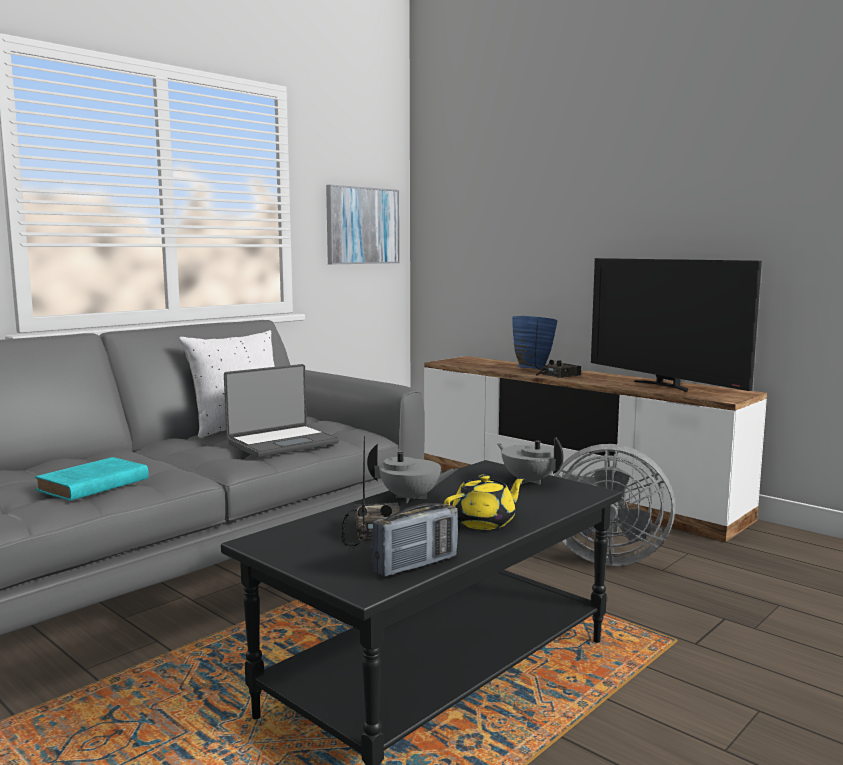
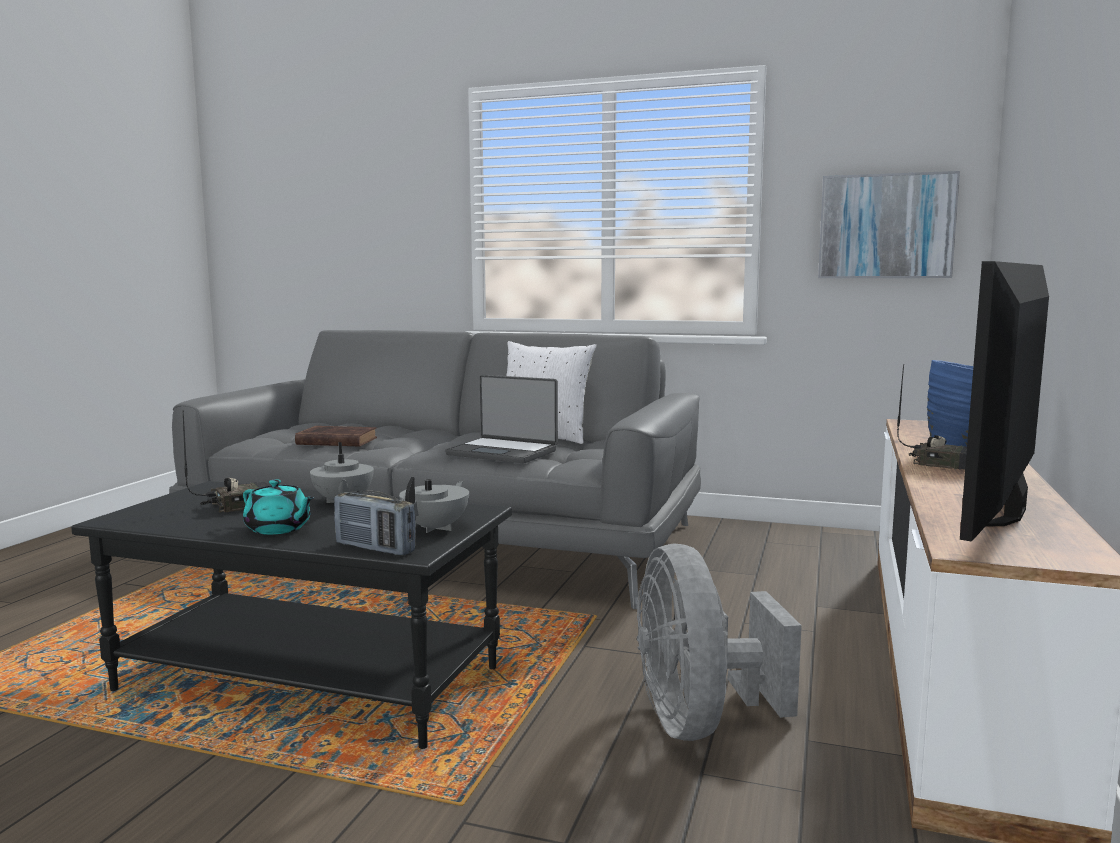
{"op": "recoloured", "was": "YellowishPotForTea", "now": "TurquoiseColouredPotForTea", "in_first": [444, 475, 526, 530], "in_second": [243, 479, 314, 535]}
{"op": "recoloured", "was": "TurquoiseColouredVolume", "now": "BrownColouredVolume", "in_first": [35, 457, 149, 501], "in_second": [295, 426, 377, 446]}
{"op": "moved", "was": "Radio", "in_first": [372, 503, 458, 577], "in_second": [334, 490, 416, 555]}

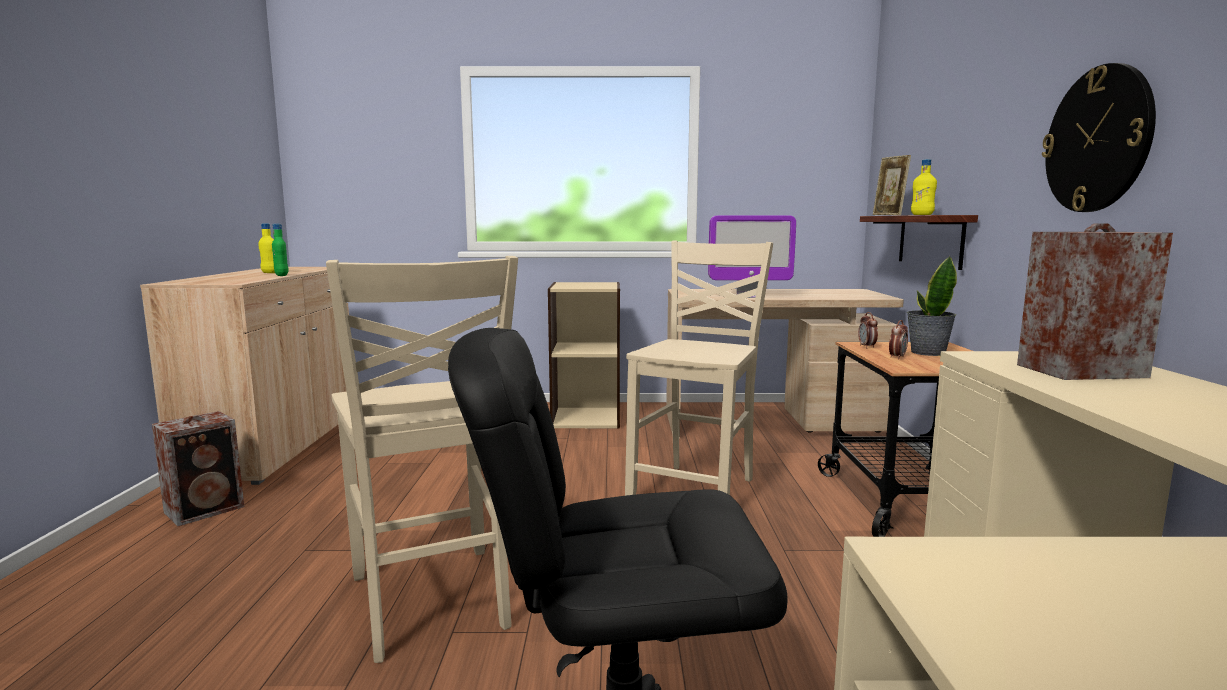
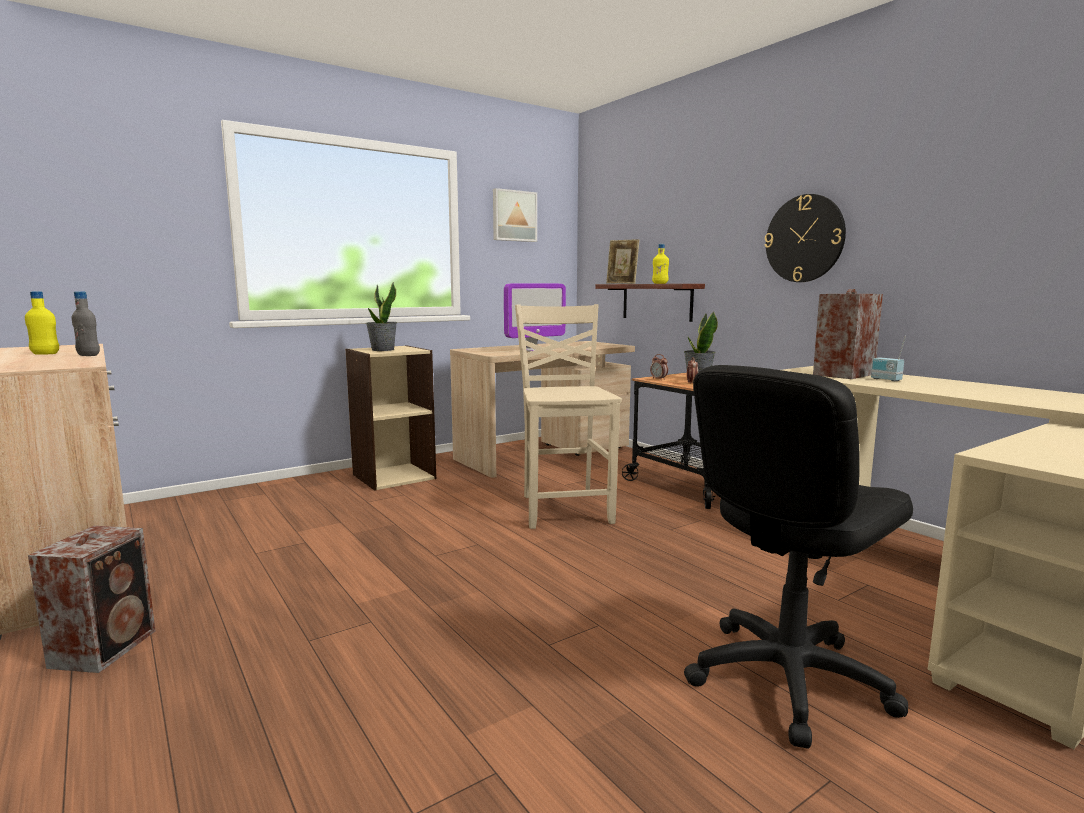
{"op": "recoloured", "was": "GreenDrinkBottle", "now": "GreyDrinkBottle", "in_first": [272, 224, 289, 276], "in_second": [72, 292, 100, 356]}
{"op": "added", "now": "PottedPlant", "in_second": [366, 282, 397, 351]}
{"op": "added", "now": "WallPicture", "in_second": [493, 188, 537, 242]}
{"op": "added", "now": "Radio", "in_second": [871, 336, 906, 381]}
{"op": "removed", "was": "BeigeUprightChair", "in_first": [326, 256, 518, 663]}

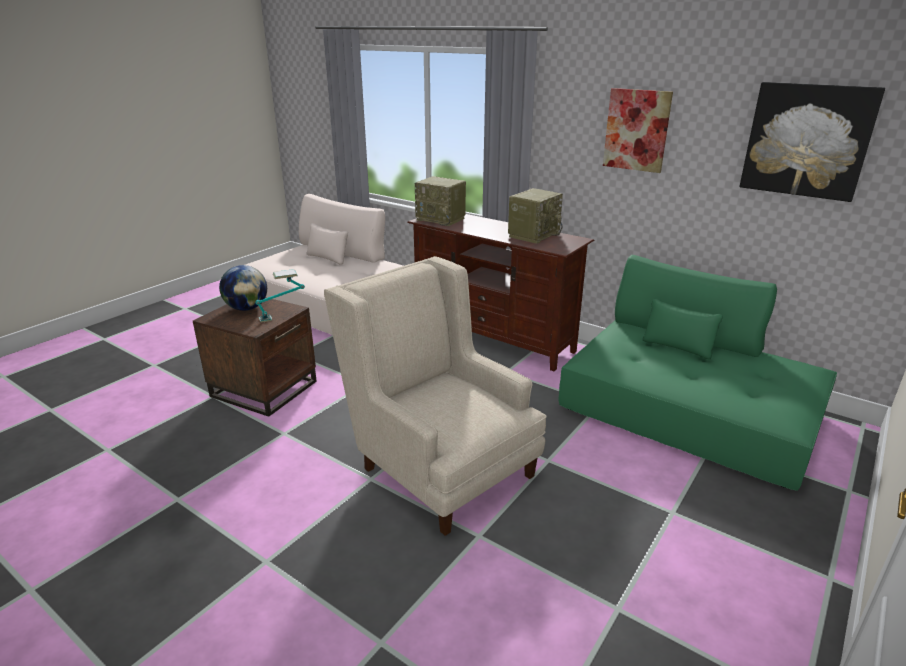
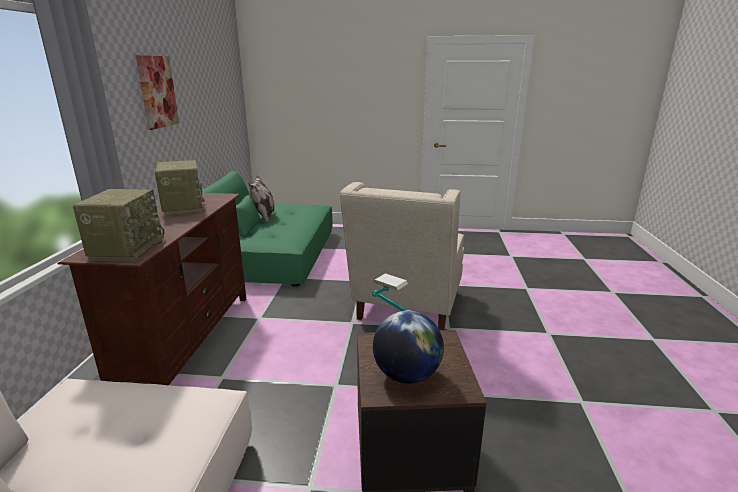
{"op": "turned", "was": "Radio", "in_first": [508, 188, 563, 244], "in_second": [155, 160, 205, 215], "clockwise": 60}
{"op": "added", "now": "Cushion", "in_second": [248, 175, 275, 223]}
{"op": "removed", "was": "WallPicture", "in_first": [740, 82, 885, 202]}

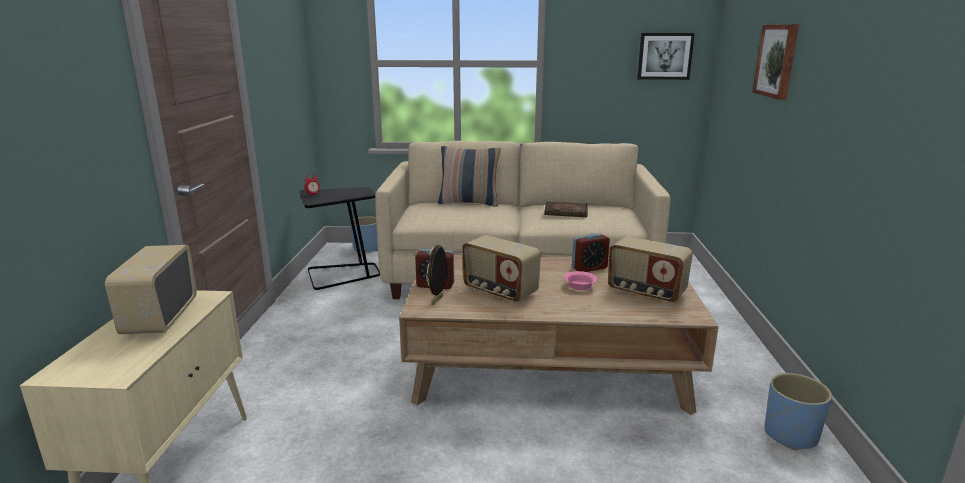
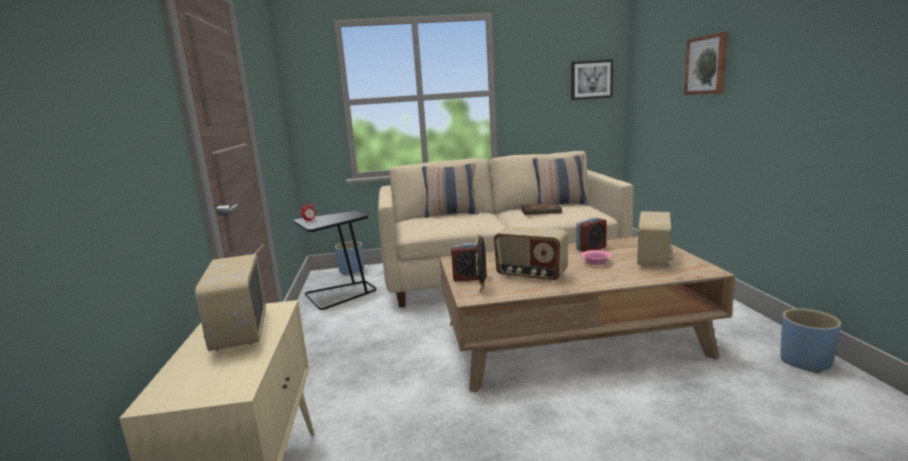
{"op": "added", "now": "Cushion", "in_second": [533, 154, 589, 204]}
{"op": "turned", "was": "Radio", "in_first": [608, 236, 693, 303], "in_second": [637, 211, 673, 268], "clockwise": -90}

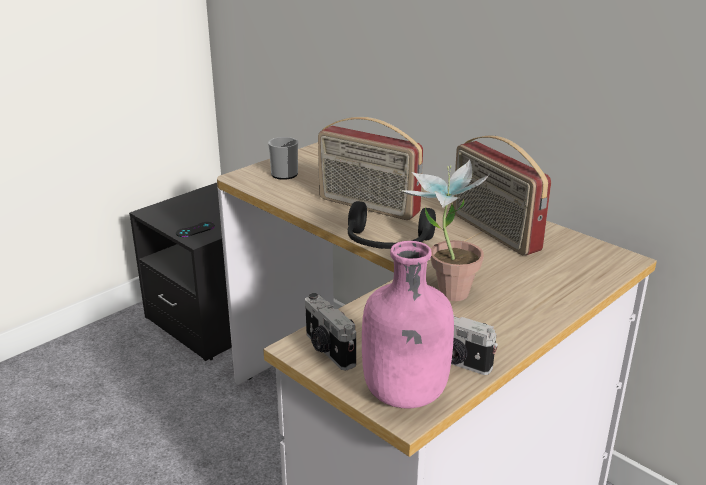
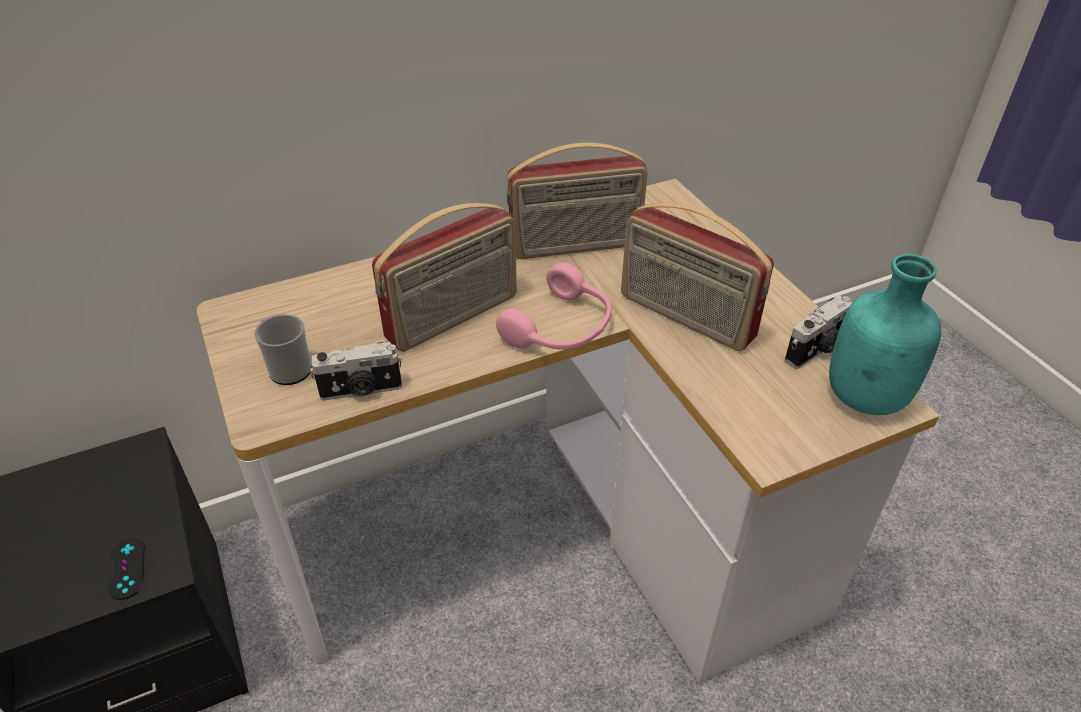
{"op": "moved", "was": "StillCamera", "in_first": [305, 293, 356, 370], "in_second": [310, 342, 402, 401]}
{"op": "recoloured", "was": "BlackColouredHeadphones", "now": "PinkColouredHeadphones", "in_first": [348, 201, 436, 249], "in_second": [496, 262, 612, 349]}
{"op": "replaced", "was": "PottedPlant", "now": "Radio", "in_first": [400, 160, 489, 301], "in_second": [621, 203, 774, 351]}
{"op": "recoloured", "was": "PinkColouredDrinkBottle", "now": "TurquoiseColouredDrinkBottle", "in_first": [362, 241, 454, 409], "in_second": [829, 254, 941, 415]}

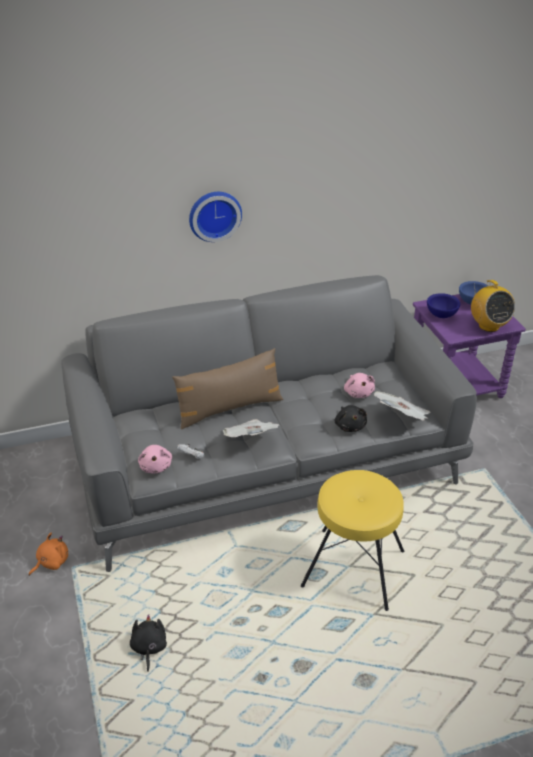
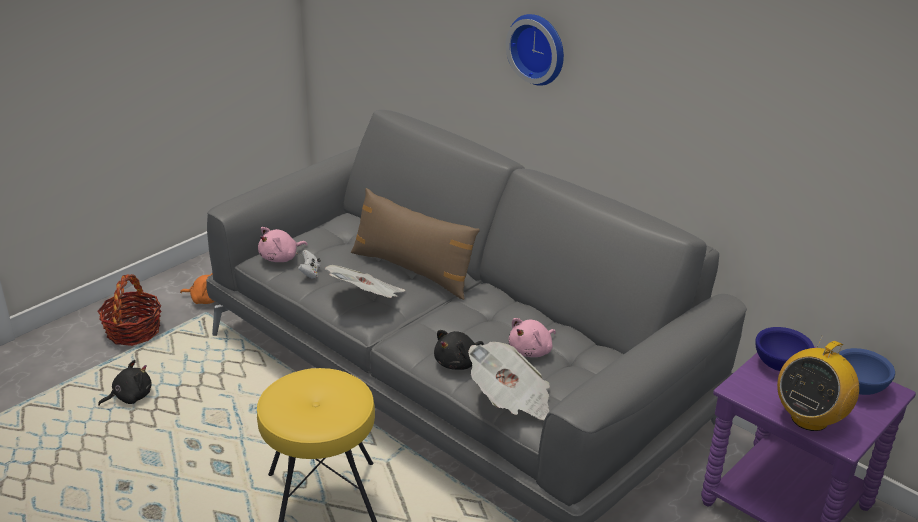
{"op": "added", "now": "HouseholdBasket", "in_second": [98, 274, 162, 346]}

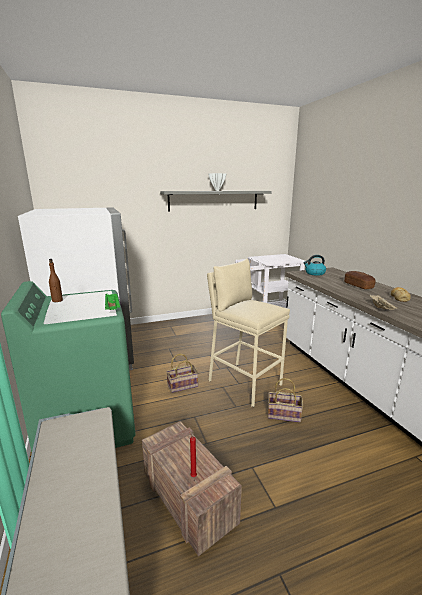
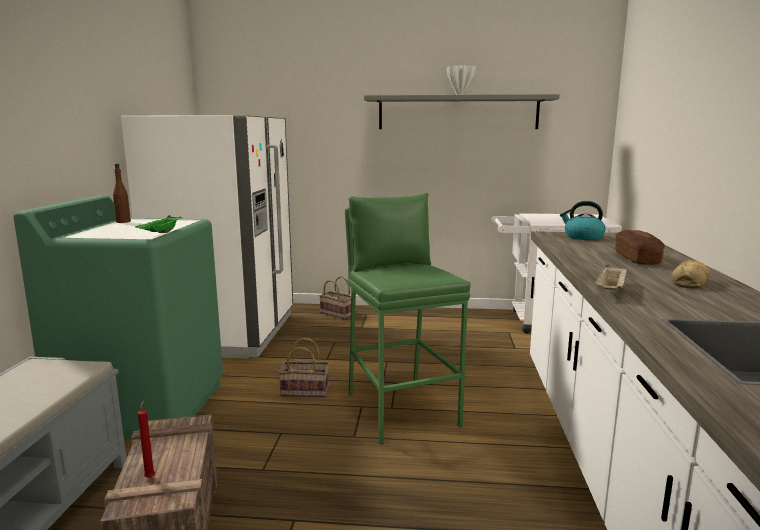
{"op": "moved", "was": "HouseholdBasket", "in_first": [268, 378, 303, 422], "in_second": [319, 276, 351, 319]}
{"op": "recoloured", "was": "BeigeStoolSeat", "now": "GreenStoolSeat", "in_first": [207, 259, 290, 407], "in_second": [345, 193, 471, 444]}

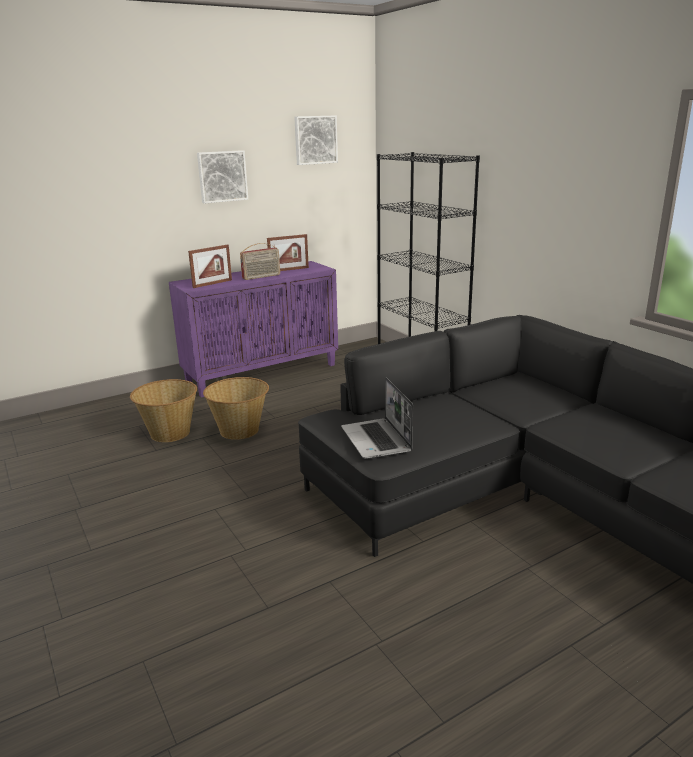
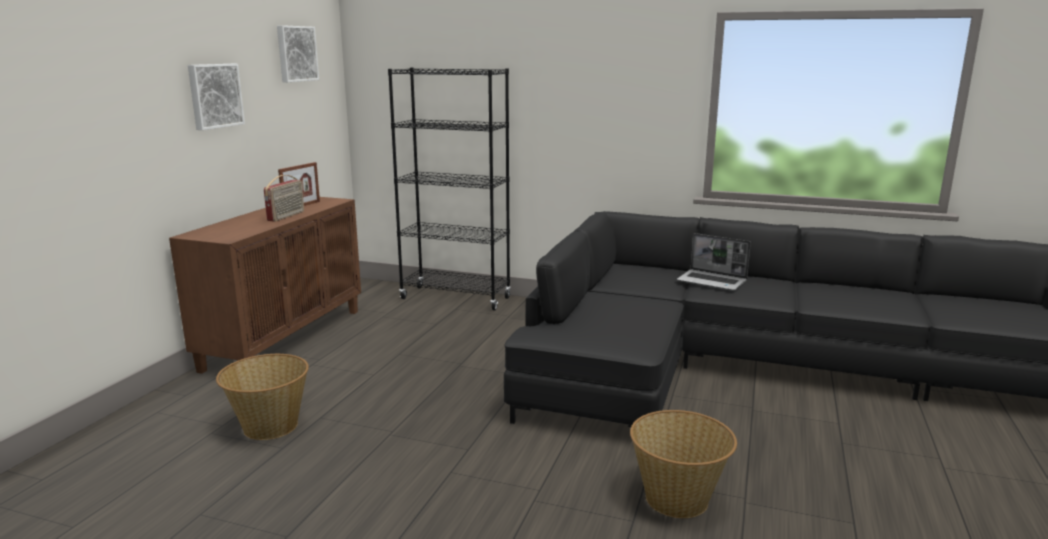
{"op": "recoloured", "was": "PurpleColouredCabinet", "now": "BrownColouredCabinet", "in_first": [169, 261, 338, 397], "in_second": [169, 197, 361, 374]}
{"op": "moved", "was": "HouseholdBasket", "in_first": [203, 377, 269, 440], "in_second": [630, 410, 737, 518]}
{"op": "moved", "was": "Laptop", "in_first": [341, 377, 413, 459], "in_second": [677, 233, 751, 291]}
{"op": "removed", "was": "StandingFrame", "in_first": [188, 244, 232, 288]}

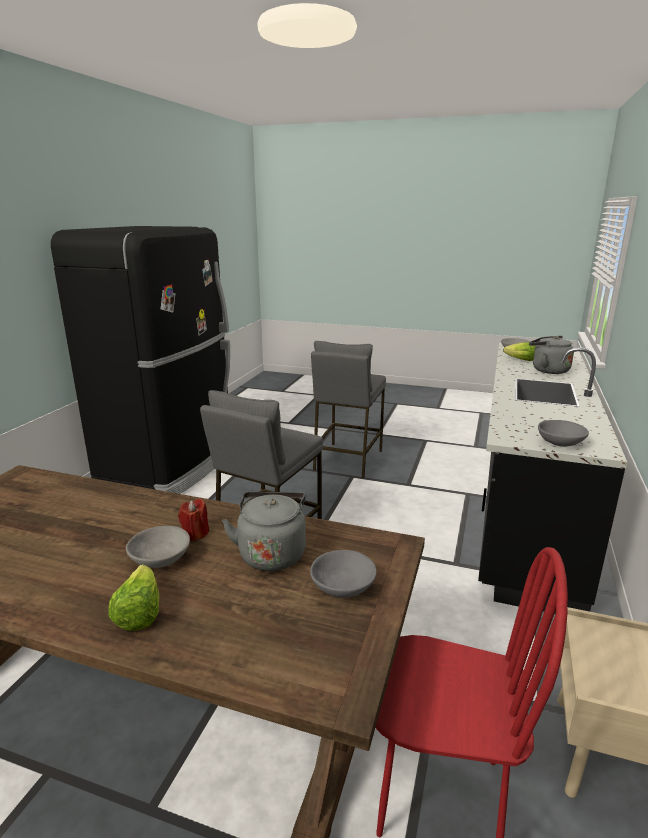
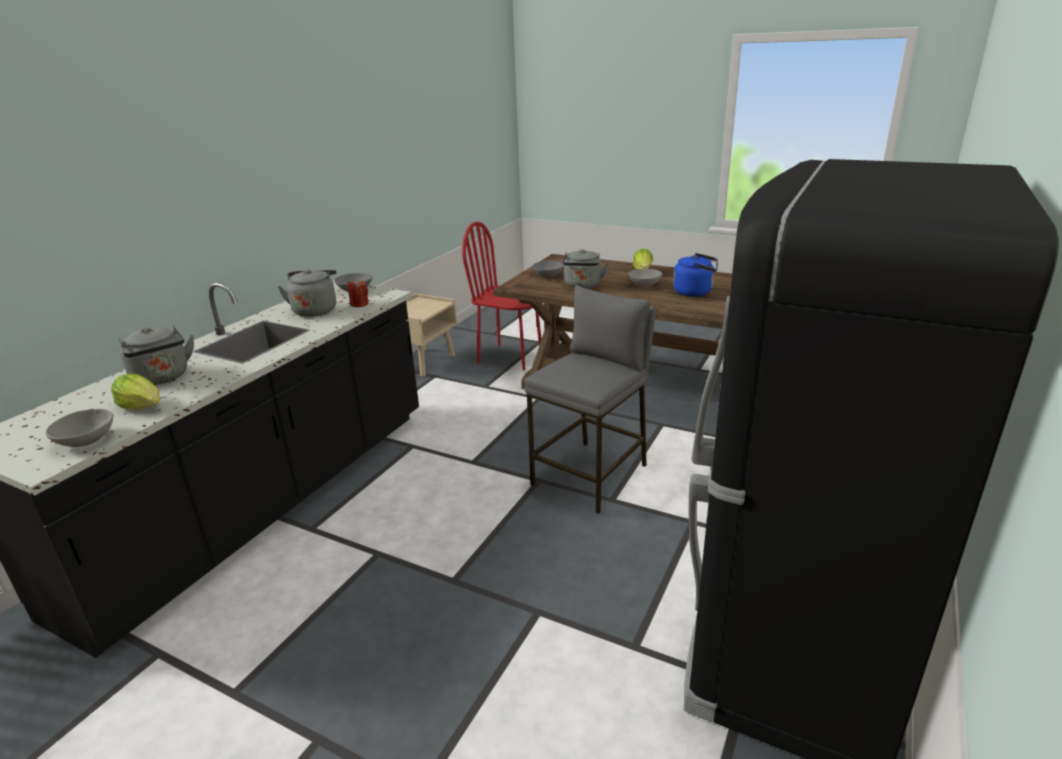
{"op": "added", "now": "GreyWaterKettle", "in_second": [277, 269, 336, 317]}
{"op": "moved", "was": "RedColouredWaxCandle", "in_first": [178, 498, 209, 541], "in_second": [347, 279, 369, 307]}
{"op": "added", "now": "BlueWaterKettle", "in_second": [673, 253, 718, 296]}
{"op": "removed", "was": "GreyStoolSeat", "in_first": [311, 341, 386, 479]}

